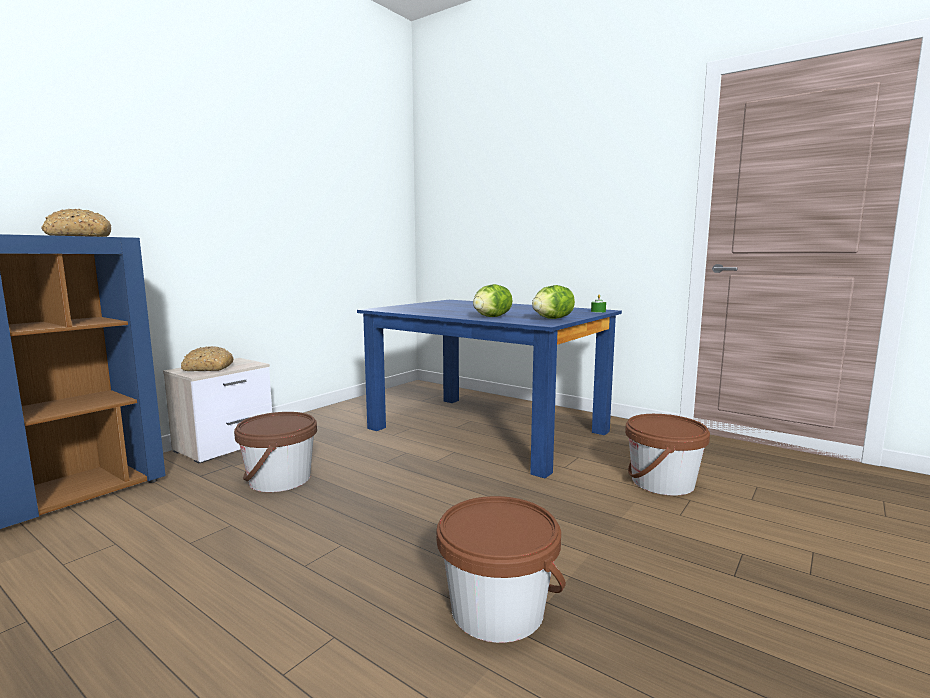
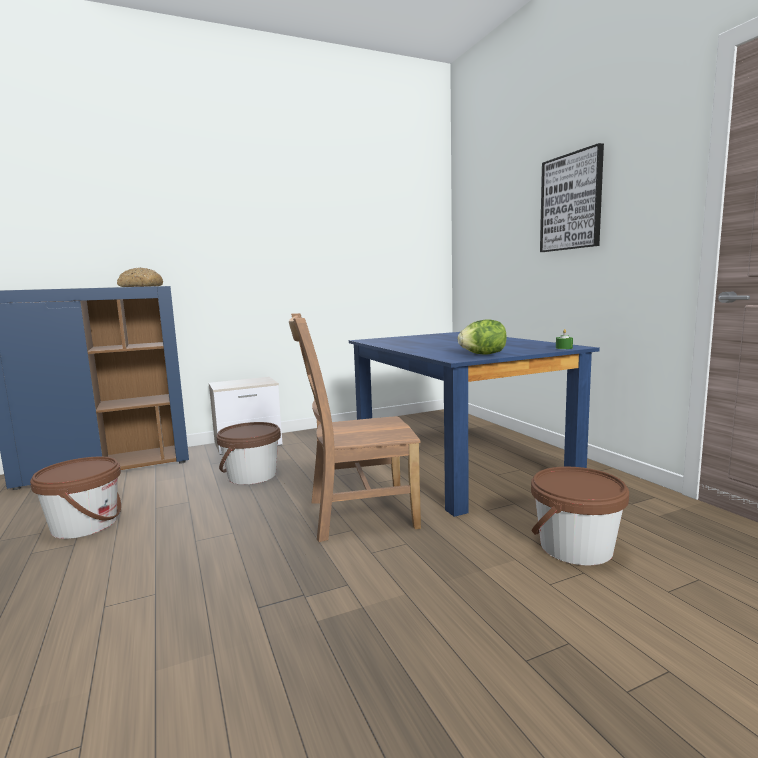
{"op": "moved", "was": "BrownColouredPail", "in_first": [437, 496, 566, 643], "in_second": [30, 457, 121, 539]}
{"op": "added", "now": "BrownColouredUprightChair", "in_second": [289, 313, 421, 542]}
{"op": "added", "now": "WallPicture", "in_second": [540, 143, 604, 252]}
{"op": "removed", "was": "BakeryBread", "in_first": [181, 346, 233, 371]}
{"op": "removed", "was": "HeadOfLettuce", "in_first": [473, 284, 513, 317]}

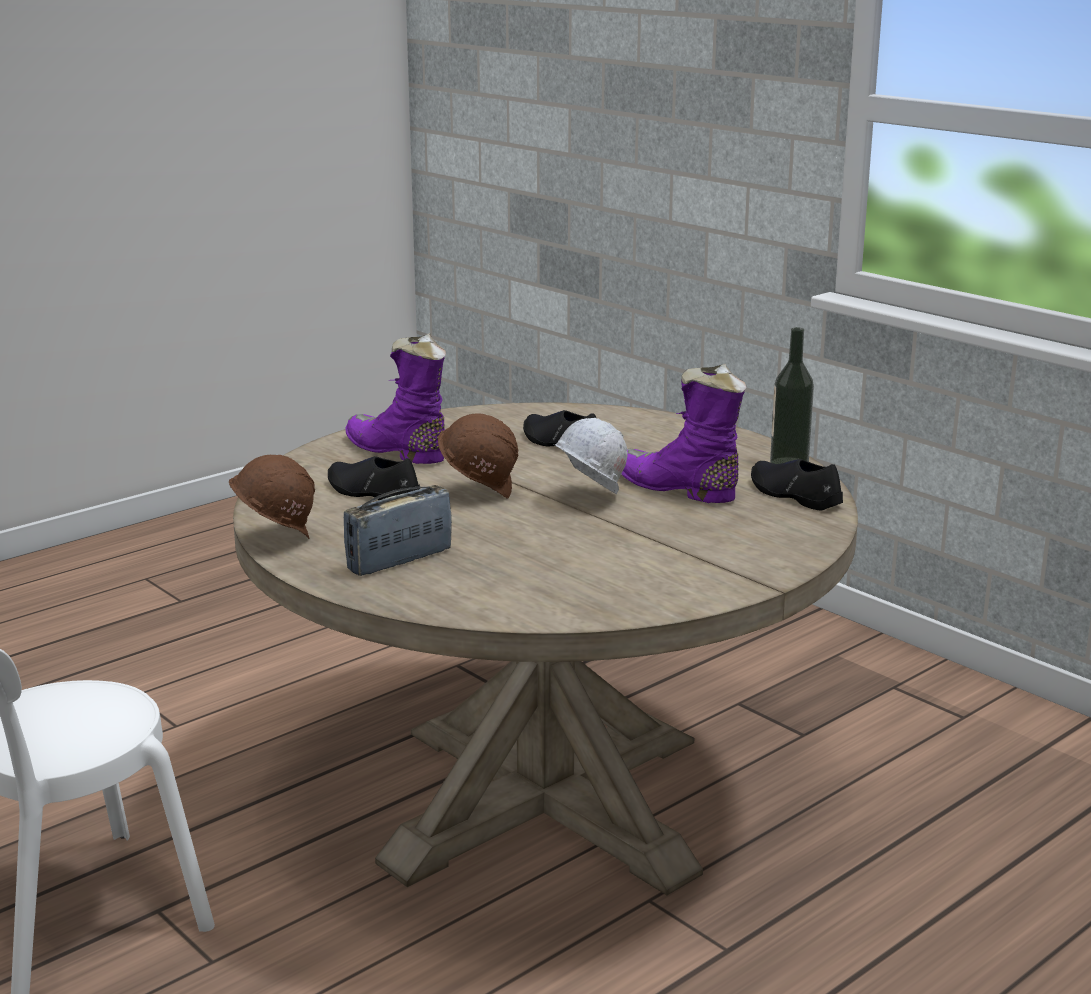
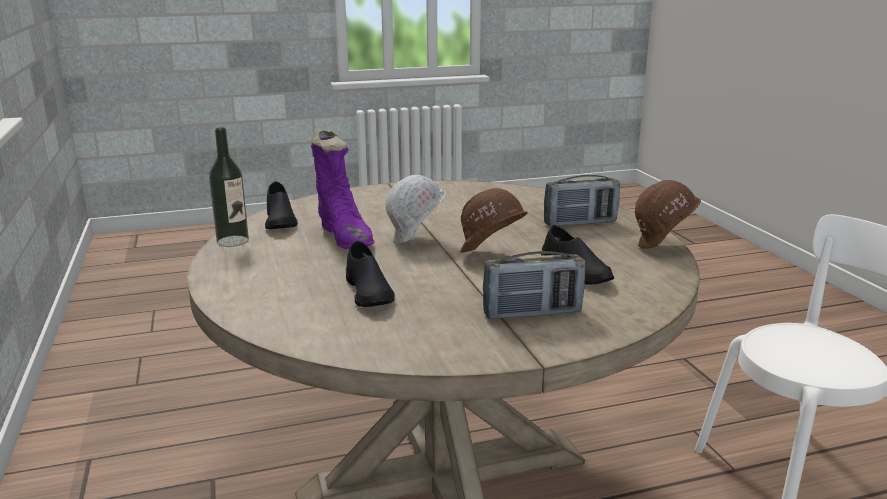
{"op": "replaced", "was": "PurpleColouredTallBoot", "now": "Radio", "in_first": [345, 333, 446, 464], "in_second": [483, 251, 586, 320]}

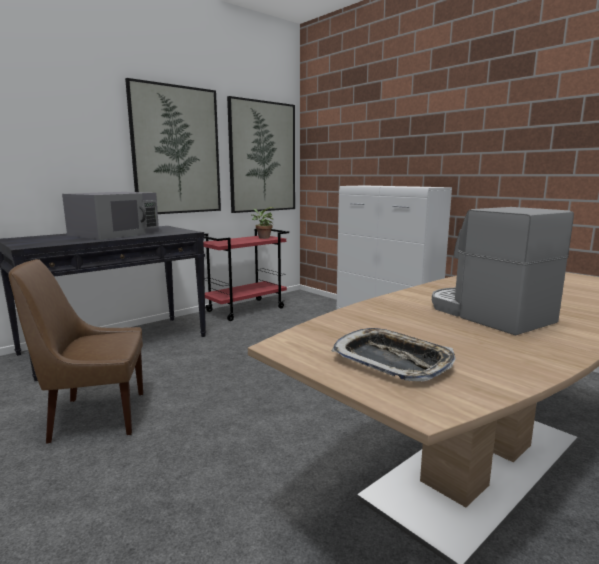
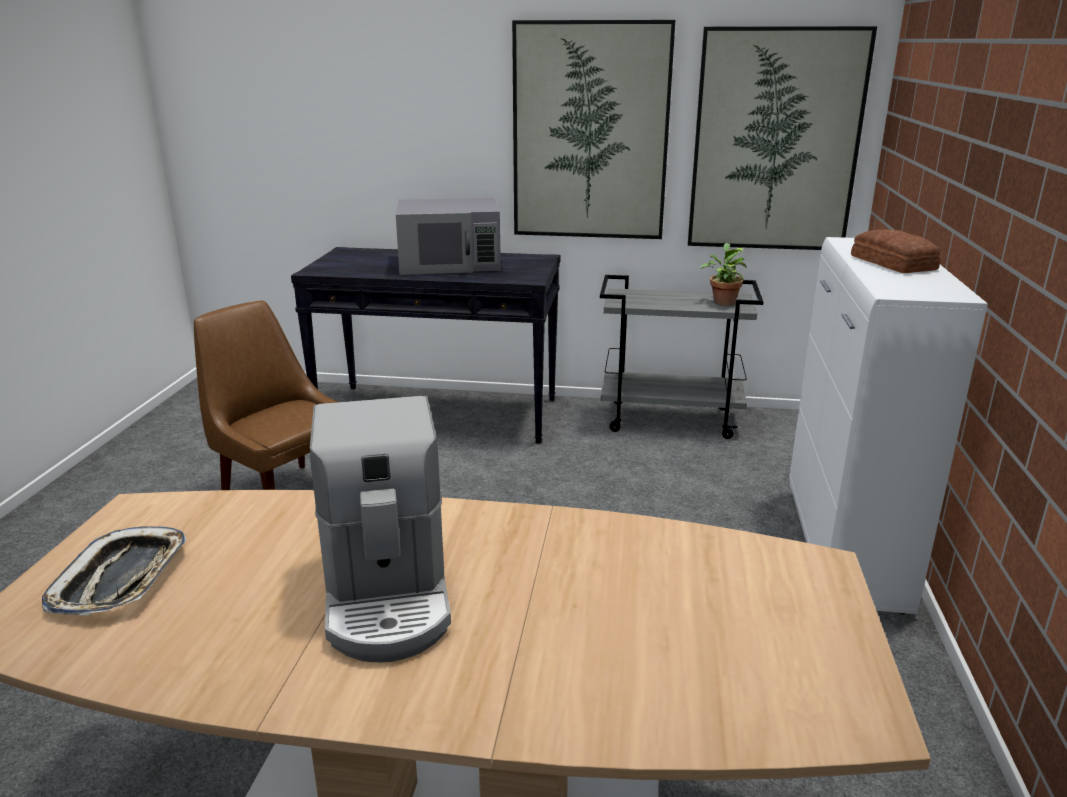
{"op": "turned", "was": "CoffeeMachine", "in_first": [432, 207, 574, 336], "in_second": [310, 396, 451, 663], "clockwise": 150}
{"op": "recoloured", "was": "RedColouredTrolley", "now": "GreyTrolley", "in_first": [203, 229, 289, 321], "in_second": [600, 275, 763, 439]}
{"op": "added", "now": "BakeryBread", "in_second": [851, 229, 940, 273]}

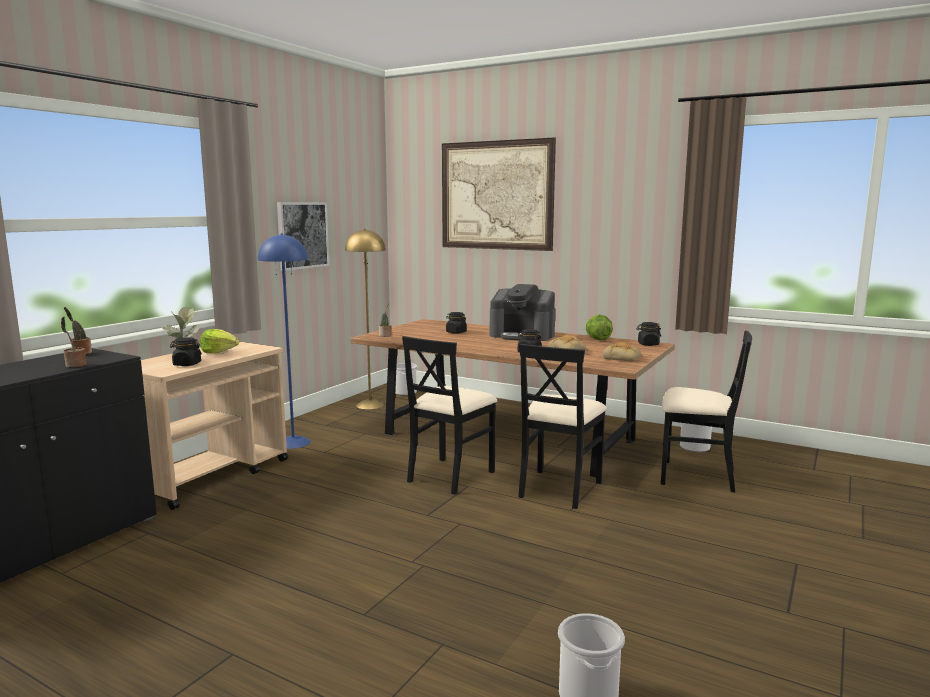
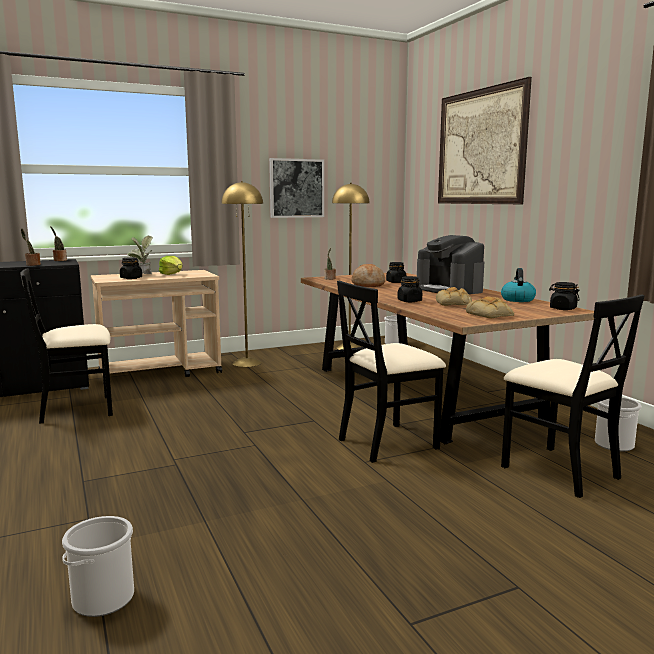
{"op": "moved", "was": "BlackColouredUprightChair", "in_first": [402, 336, 497, 495], "in_second": [20, 269, 113, 424]}
{"op": "recoloured", "was": "BlueStandardLamp", "now": "YellowishStandardLamp", "in_first": [258, 233, 311, 449], "in_second": [221, 181, 263, 367]}
{"op": "added", "now": "BakeryBread", "in_second": [351, 264, 385, 287]}
{"op": "replaced", "was": "HeadOfLettuce", "now": "WaterKettle", "in_first": [586, 314, 613, 340], "in_second": [501, 268, 536, 302]}

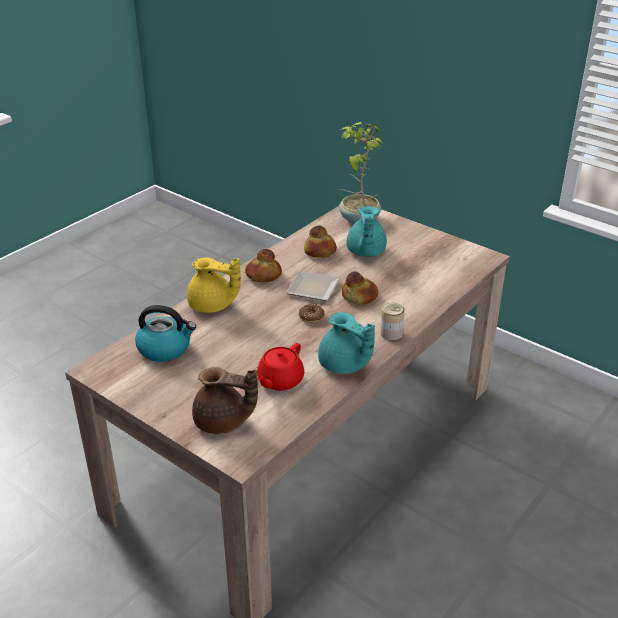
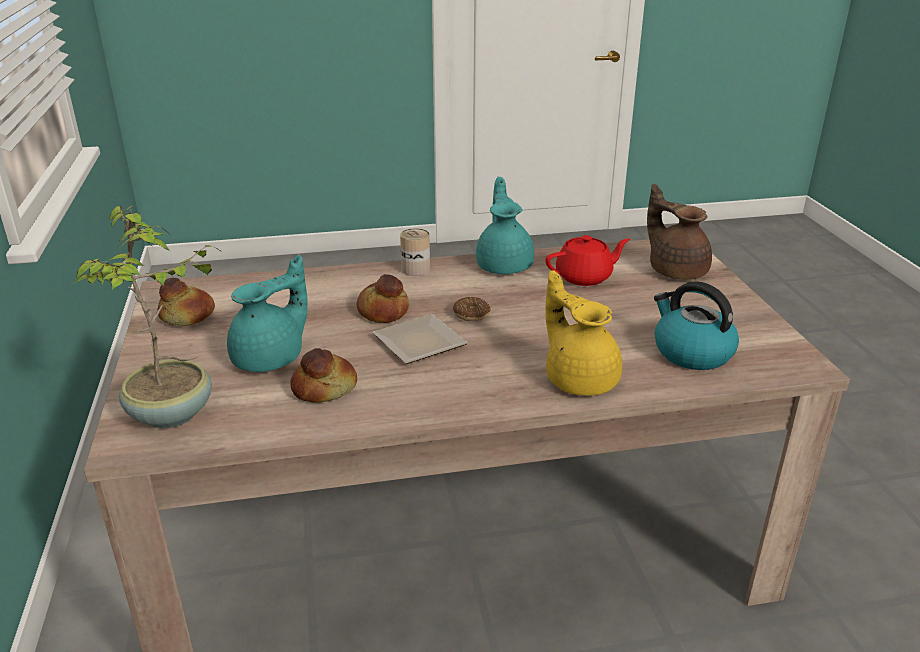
{"op": "moved", "was": "BakeryBread", "in_first": [245, 249, 282, 282], "in_second": [157, 278, 215, 326]}

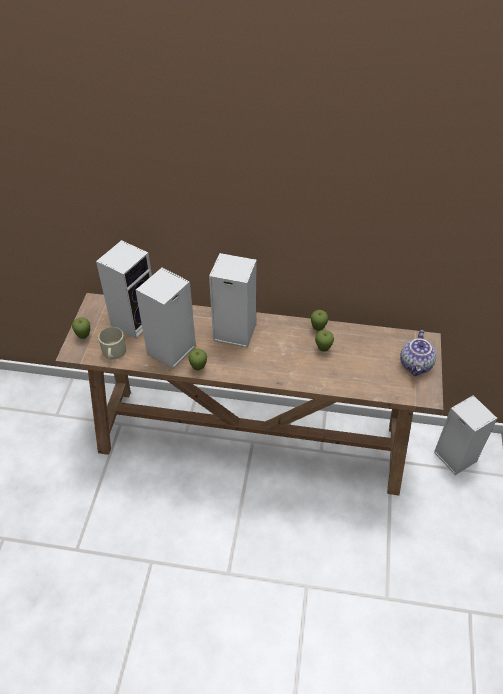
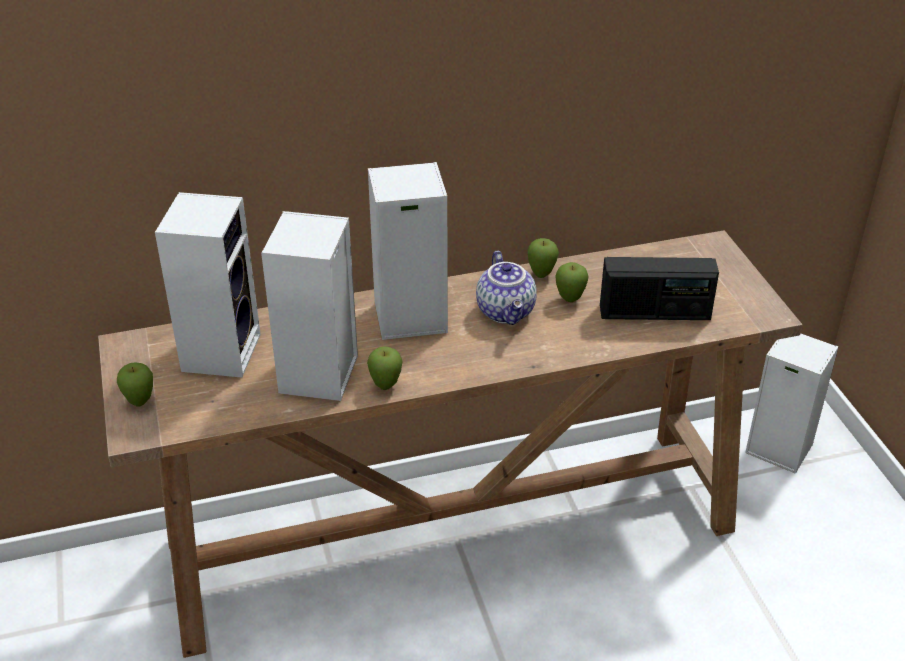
{"op": "moved", "was": "PotForTea", "in_first": [400, 330, 436, 376], "in_second": [476, 251, 537, 325]}
{"op": "added", "now": "Radio", "in_second": [600, 257, 719, 320]}
{"op": "removed", "was": "BeigeMug", "in_first": [98, 327, 126, 360]}

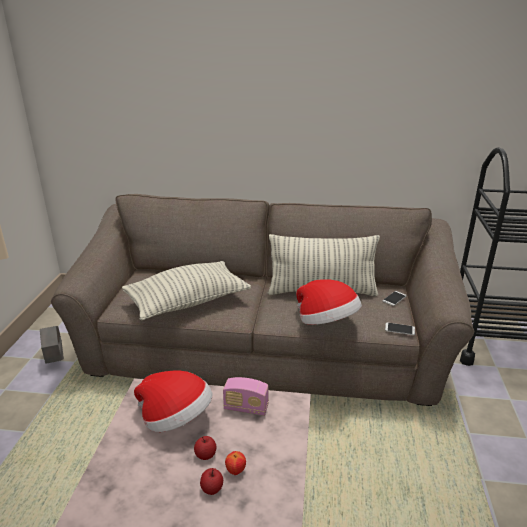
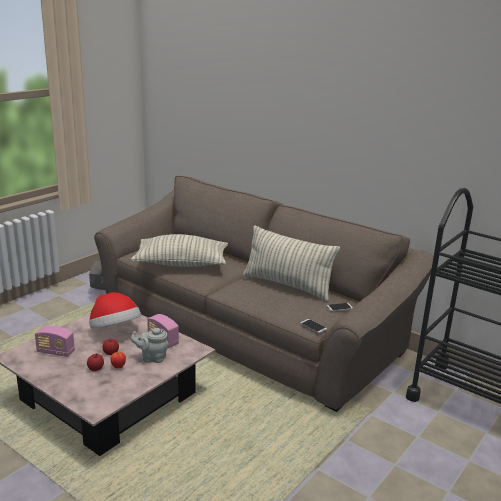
{"op": "added", "now": "Radio", "in_second": [35, 326, 75, 357]}
{"op": "added", "now": "GreyPotForTea", "in_second": [131, 328, 169, 363]}
{"op": "removed", "was": "ClothingHat", "in_first": [296, 279, 362, 325]}

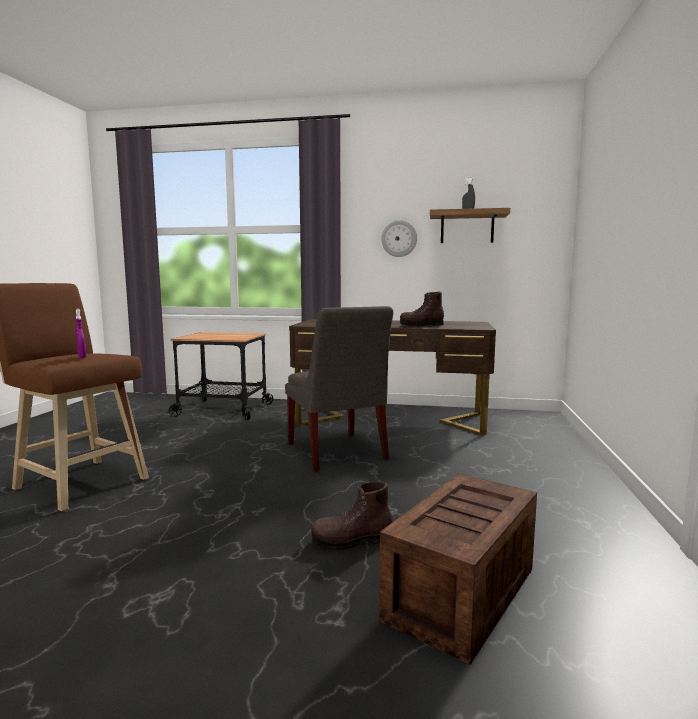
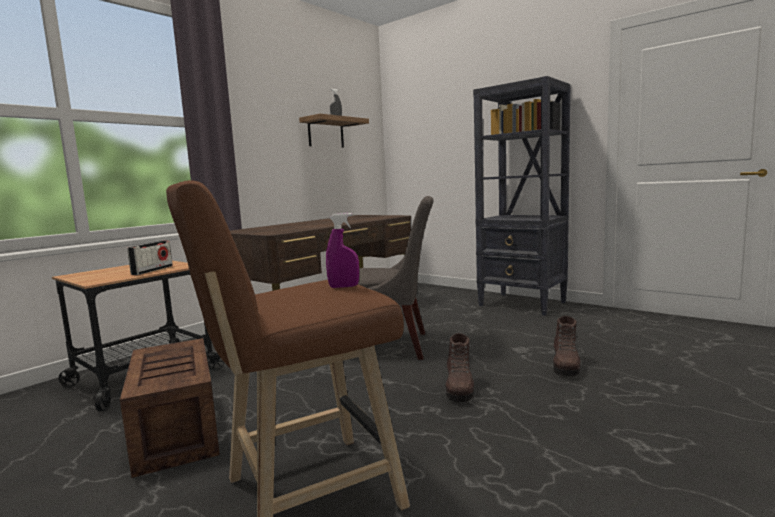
{"op": "moved", "was": "ShippingCrate", "in_first": [379, 473, 537, 665], "in_second": [120, 338, 220, 478]}
{"op": "added", "now": "Radio", "in_second": [127, 241, 173, 275]}
{"op": "moved", "was": "BrownColouredTallBoot", "in_first": [400, 292, 444, 327], "in_second": [445, 333, 474, 402]}
{"op": "added", "now": "BlackColouredBookshelf", "in_second": [473, 76, 571, 316]}
{"op": "removed", "was": "HangingClock", "in_first": [381, 220, 417, 257]}

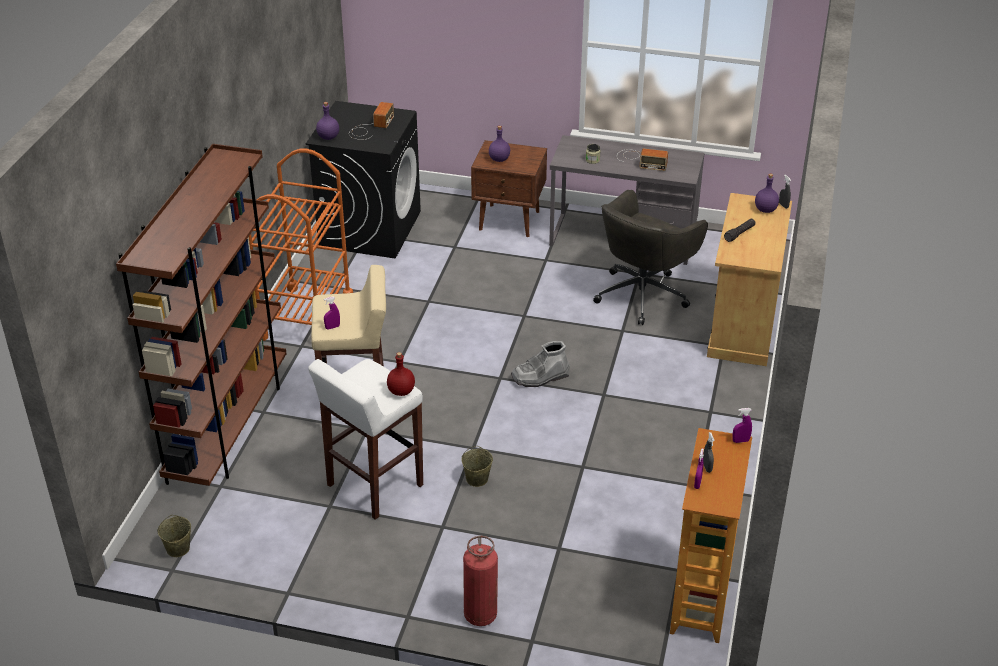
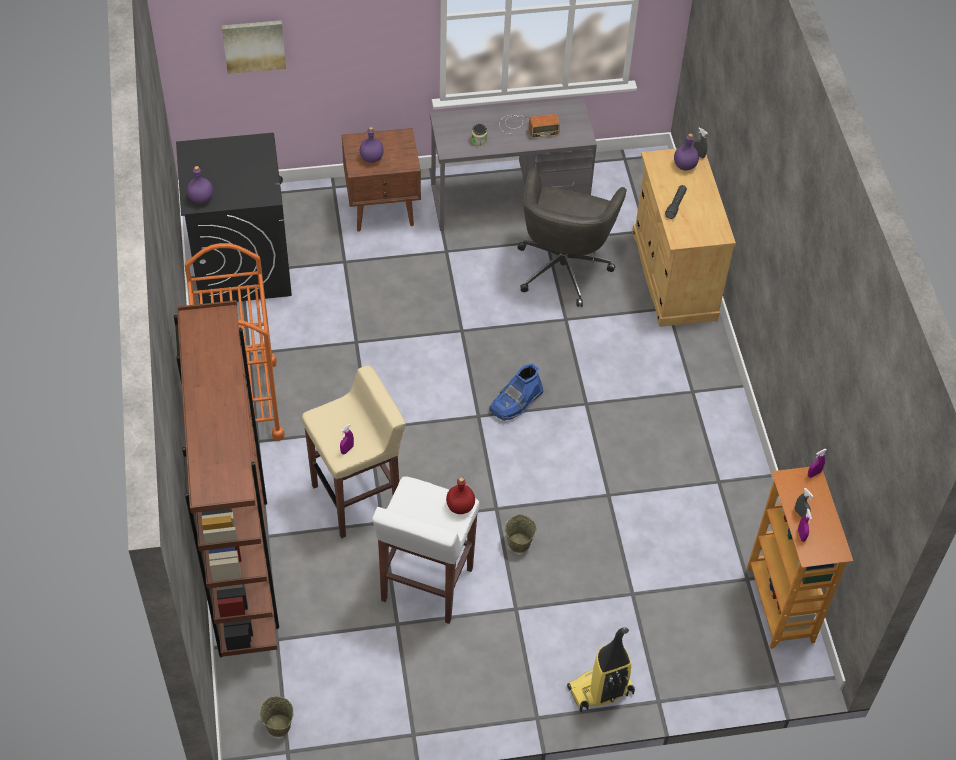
{"op": "added", "now": "WallPicture", "in_second": [222, 20, 286, 74]}
{"op": "recoloured", "was": "GreyTallBoot", "now": "BlueTallBoot", "in_first": [511, 341, 570, 387], "in_second": [489, 363, 544, 421]}
{"op": "replaced", "was": "Extinguisher", "now": "Hoover", "in_first": [463, 536, 498, 626], "in_second": [567, 627, 635, 712]}
{"op": "removed", "was": "Radio", "in_first": [349, 102, 394, 140]}

